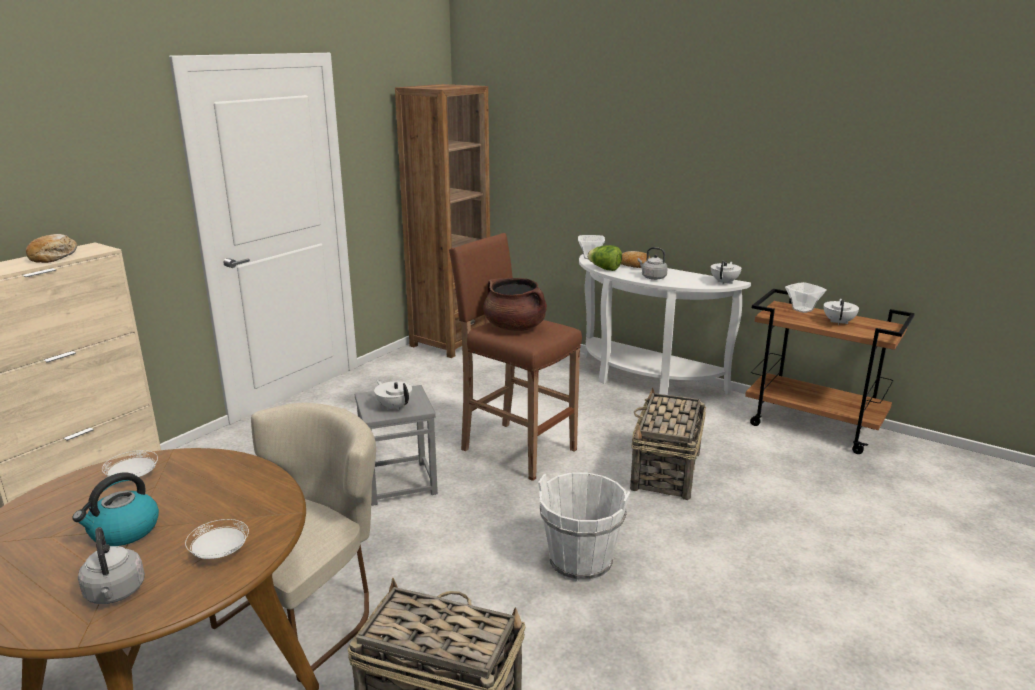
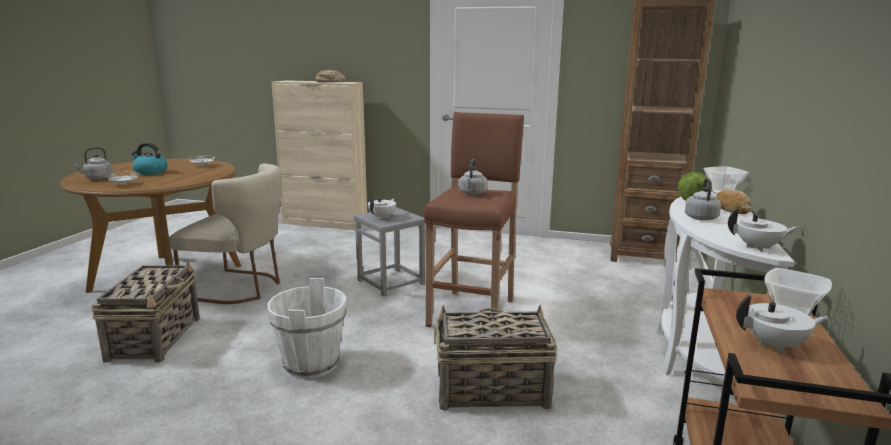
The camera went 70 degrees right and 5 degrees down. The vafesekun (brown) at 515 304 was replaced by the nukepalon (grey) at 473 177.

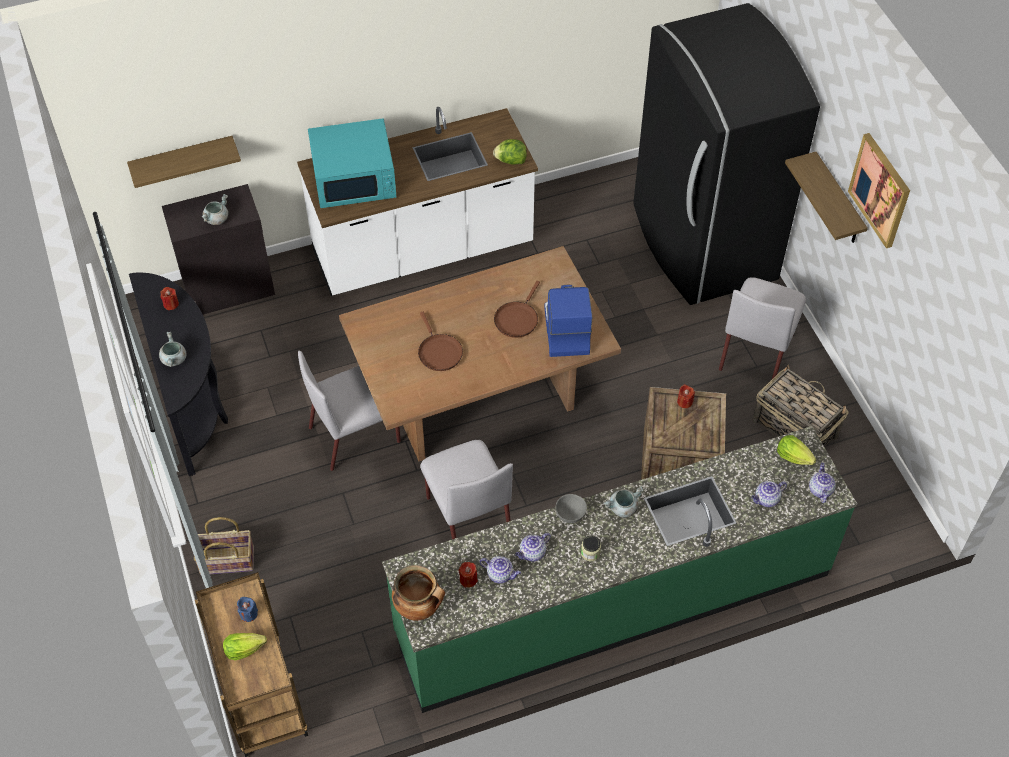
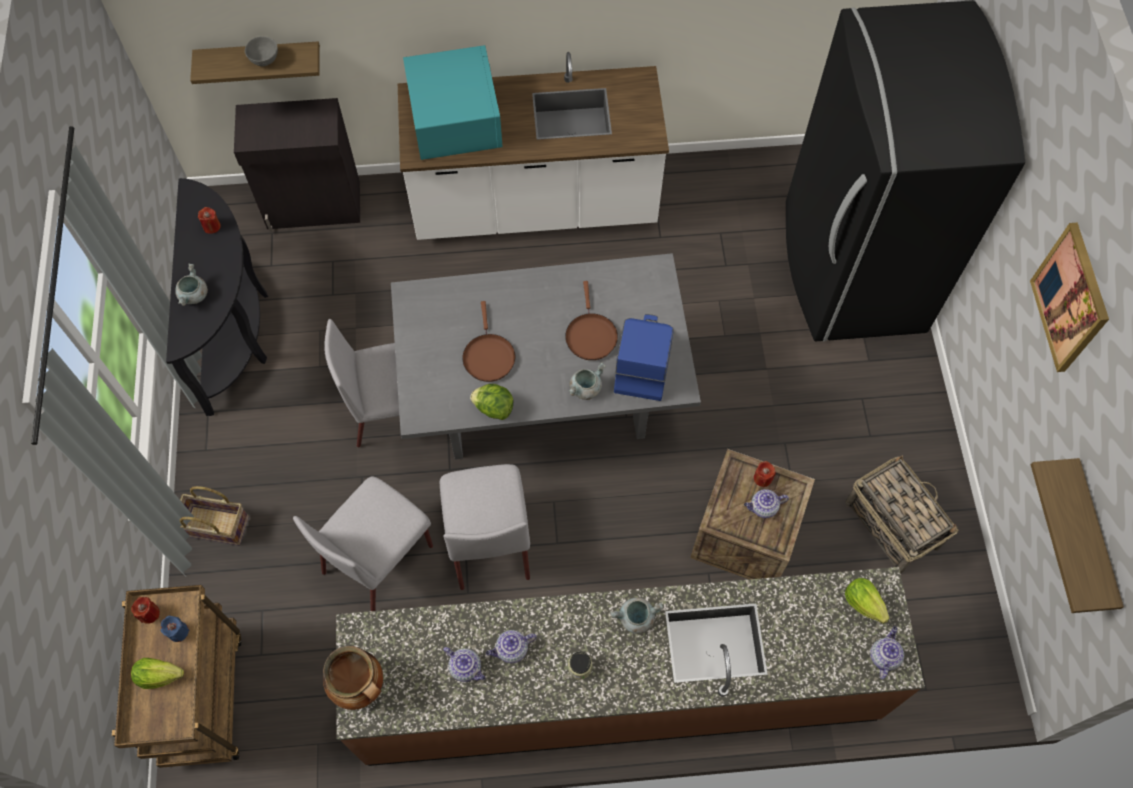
The camera went 15 degrees right and 10 degrees up. The vafesekun (grey) moved from 215 209 to 587 381. The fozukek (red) moved from 468 575 to 145 610. The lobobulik moved from 510 152 to 492 402. The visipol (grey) moved from 571 508 to 261 51. The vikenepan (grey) moved from 762 328 to 363 543. The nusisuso moved from 769 494 to 766 503. The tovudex moved from 826 197 to 1077 535. The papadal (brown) at 480 353 became the papadal (grey) at 546 356. The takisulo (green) at 619 569 became the takisulo (brown) at 630 666. The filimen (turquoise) at 352 163 turned 105 degrees counterclockwise. The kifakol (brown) at 517 309 turned 45 degrees counterclockwise.

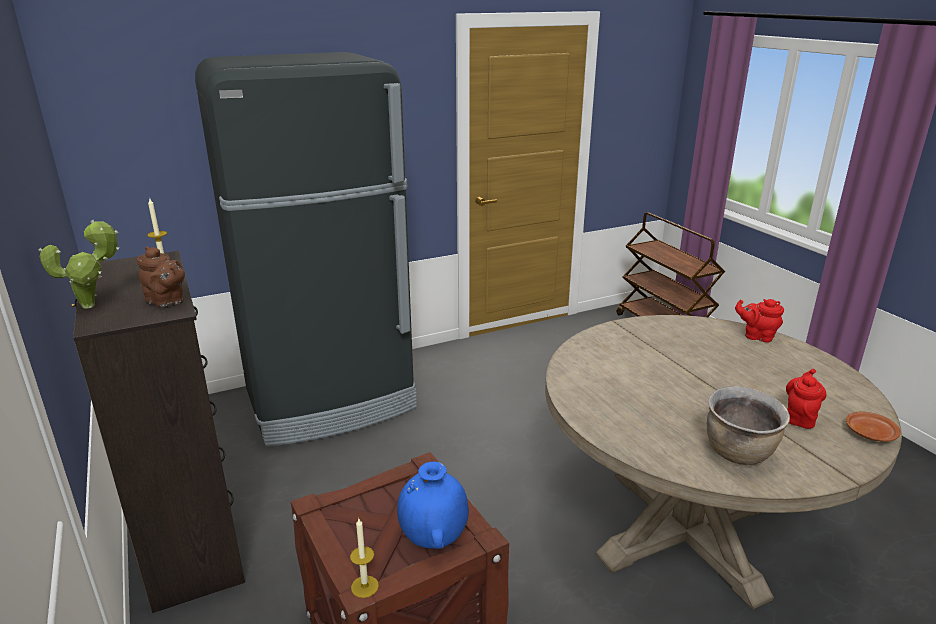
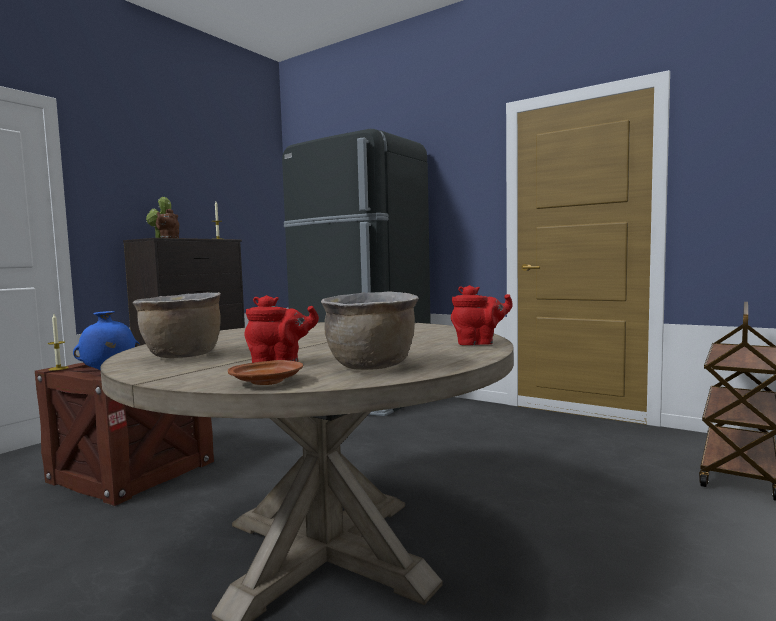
The camera went 60 degrees right and 20 degrees down. The vafesekun (brown) at 370 330 appeared. The nusisuso (red) at 759 321 turned 90 degrees clockwise.

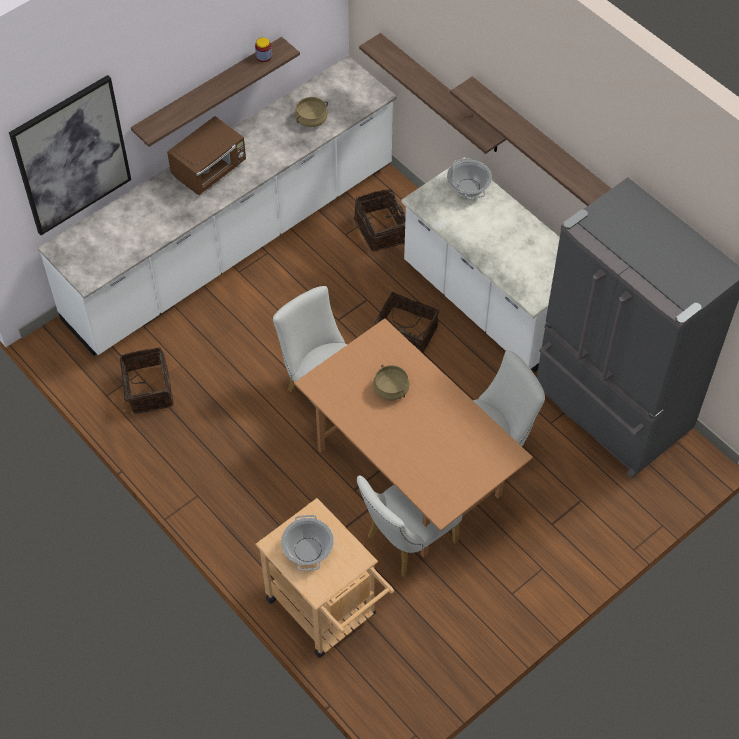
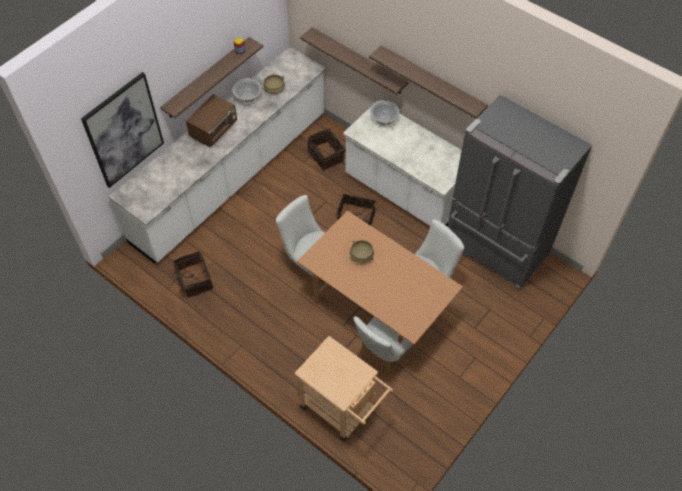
The camera went 10 degrees left and 0 degrees up. The vafesekun moved from 307 543 to 247 91.

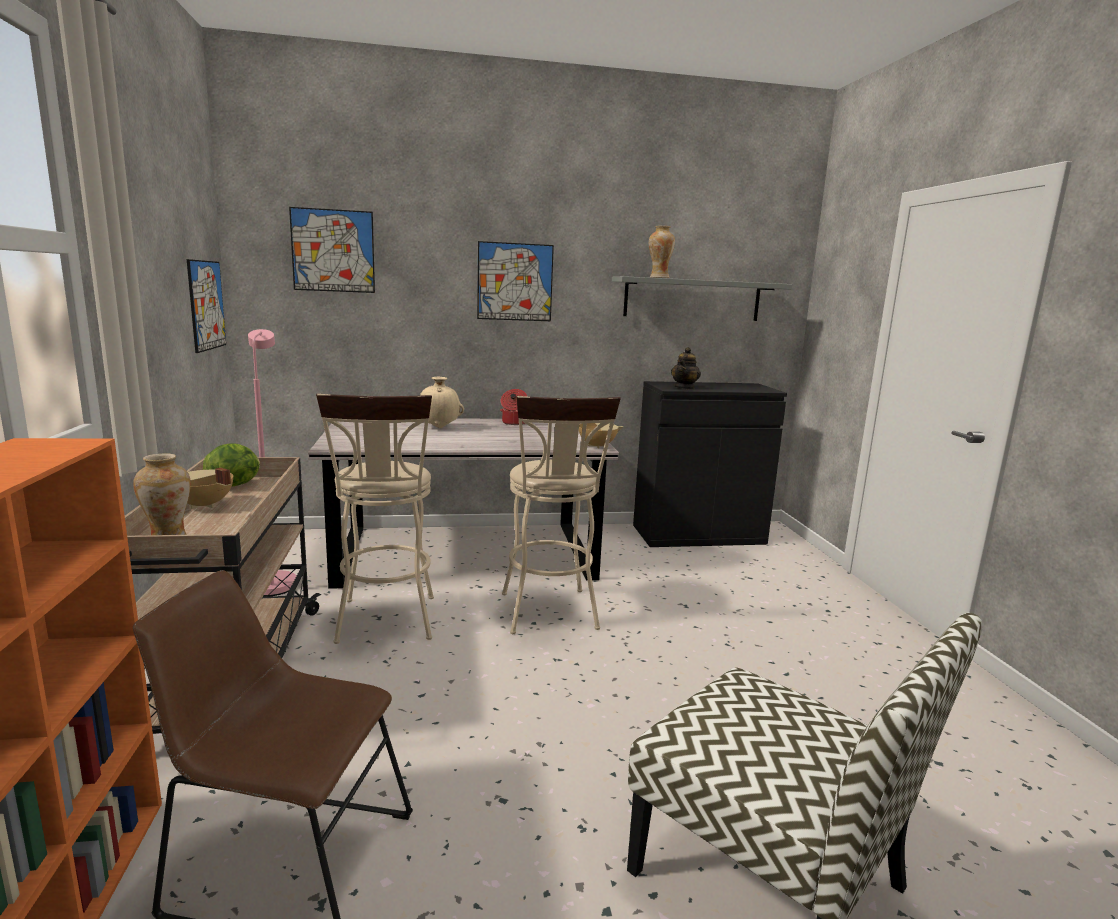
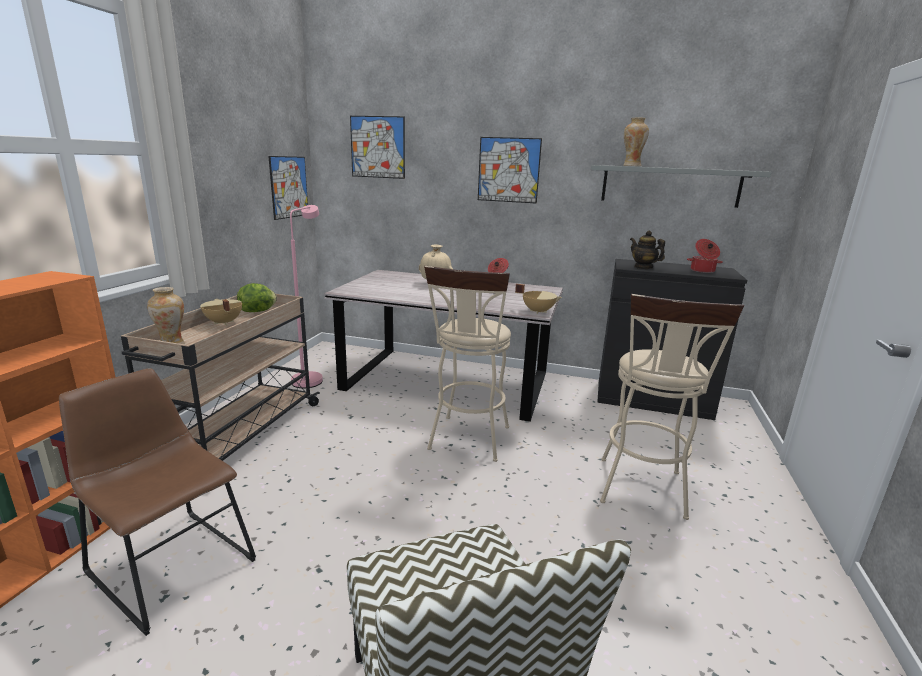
The camera went 25 degrees right and 5 degrees up. The vafesekun at 705 256 appeared. The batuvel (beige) moved from 375 518 to 672 407. The nusisuso at 686 368 turned 90 degrees clockwise.

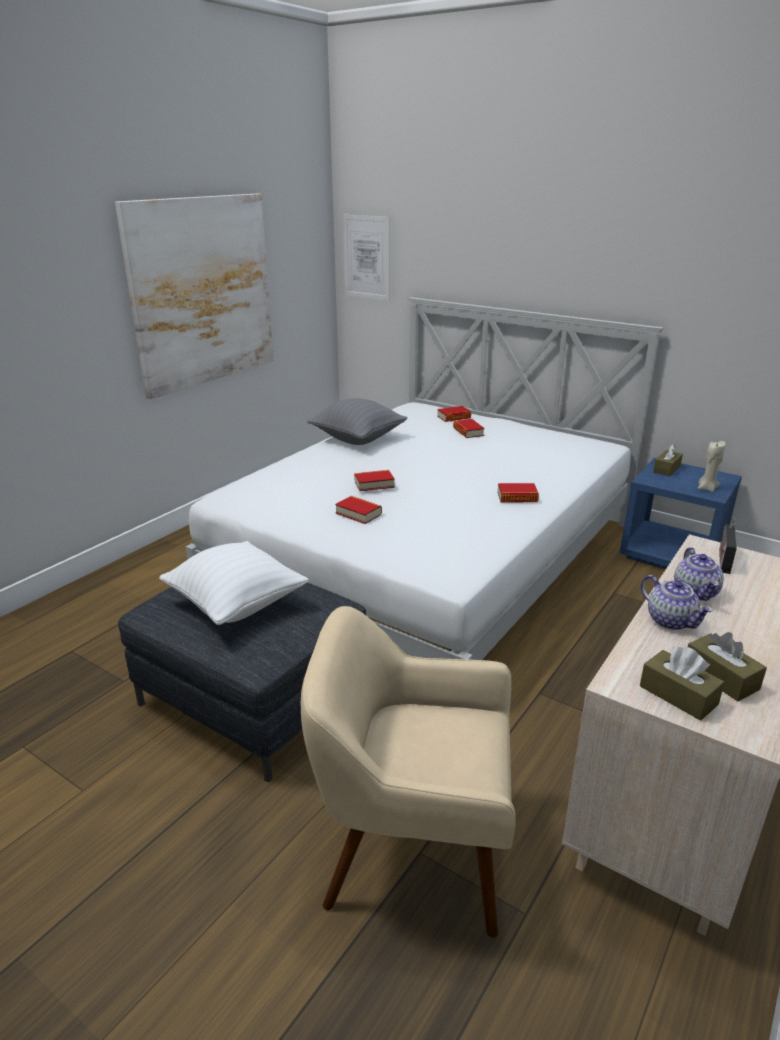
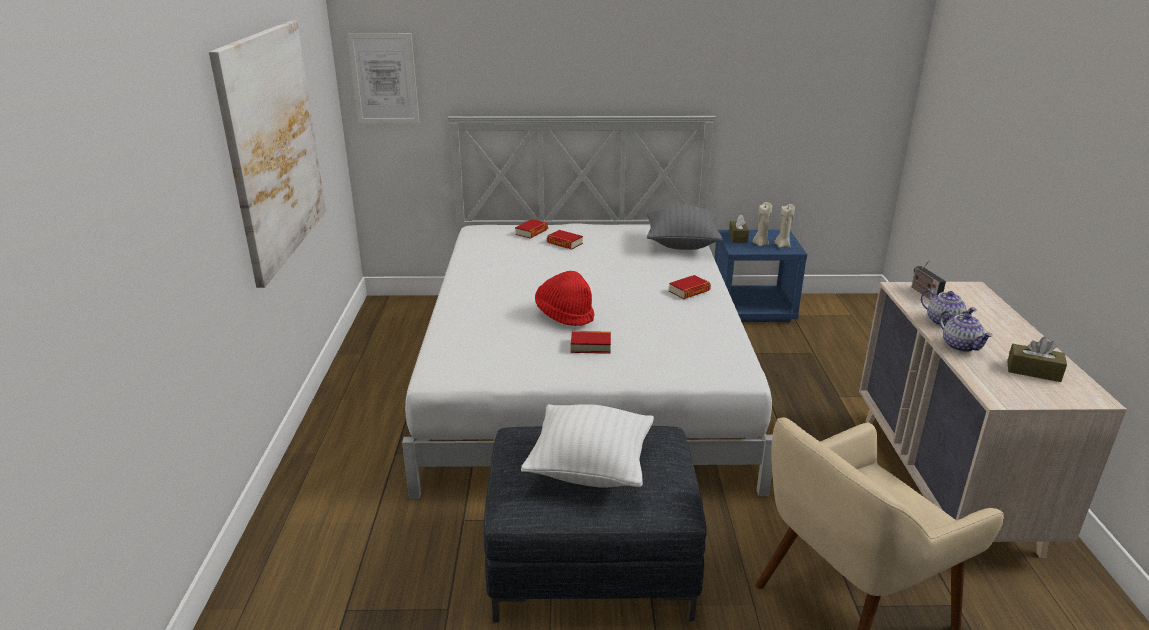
The camera went 35 degrees left and 0 degrees up. The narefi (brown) at 682 684 disappeared. The fozukek (beige) at 762 224 appeared. The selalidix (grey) moved from 357 421 to 685 227. The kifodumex at 374 480 was replaced by the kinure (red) at 564 298. The nusisuso at 677 602 turned 45 degrees clockwise.

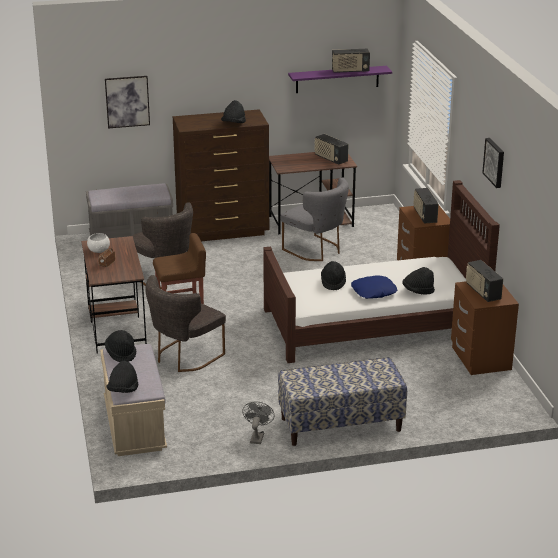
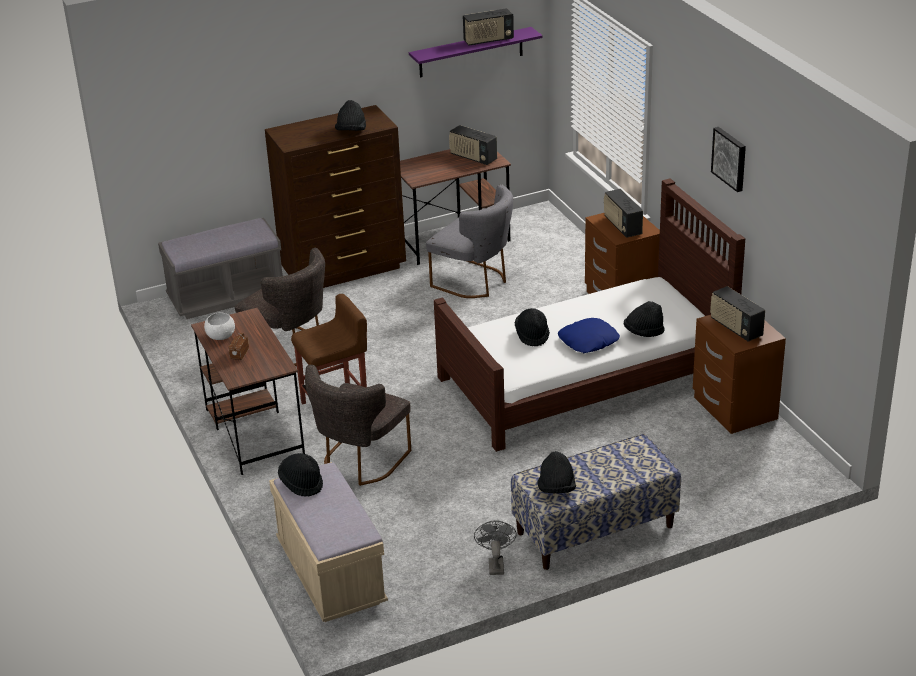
The camera went 10 degrees left and 5 degrees up. The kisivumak at 127 102 disappeared. The kinure (black) moved from 122 377 to 557 472.

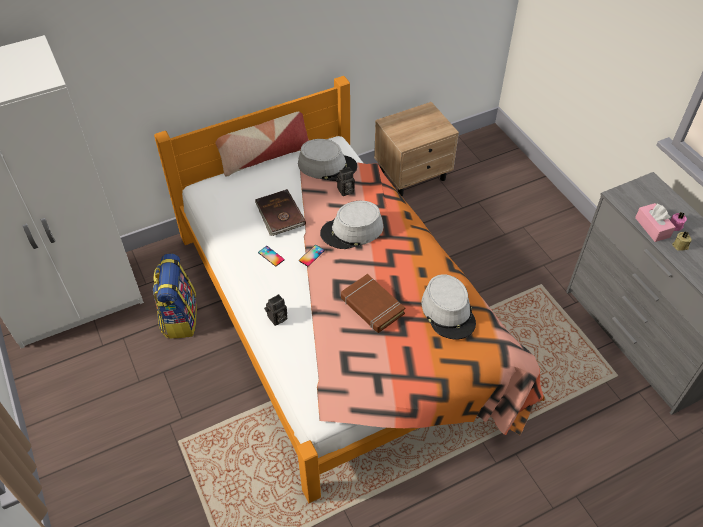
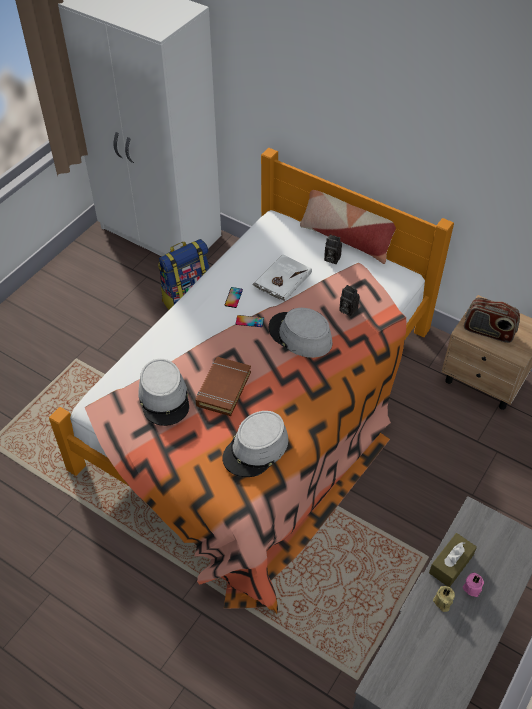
The camera went 60 degrees right and 0 degrees up. The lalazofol at 492 320 appeared. The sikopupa moved from 275 310 to 333 249. The kinure (grey) moved from 327 160 to 163 392. The kifodumex (brown) at 280 212 became the kifodumex (white) at 282 278. The narefi (pink) at 655 222 became the narefi (brown) at 453 560.

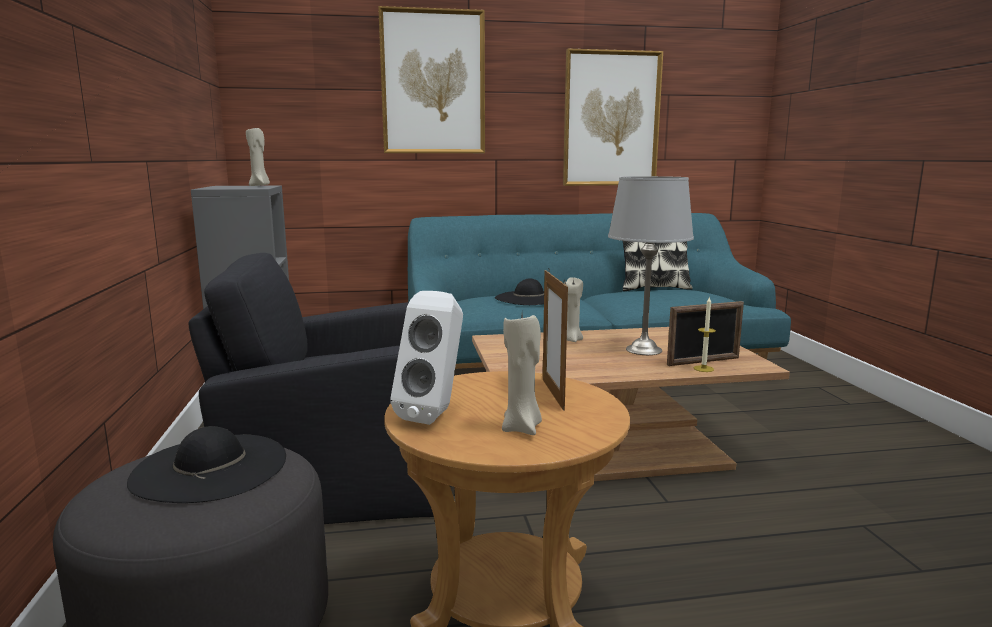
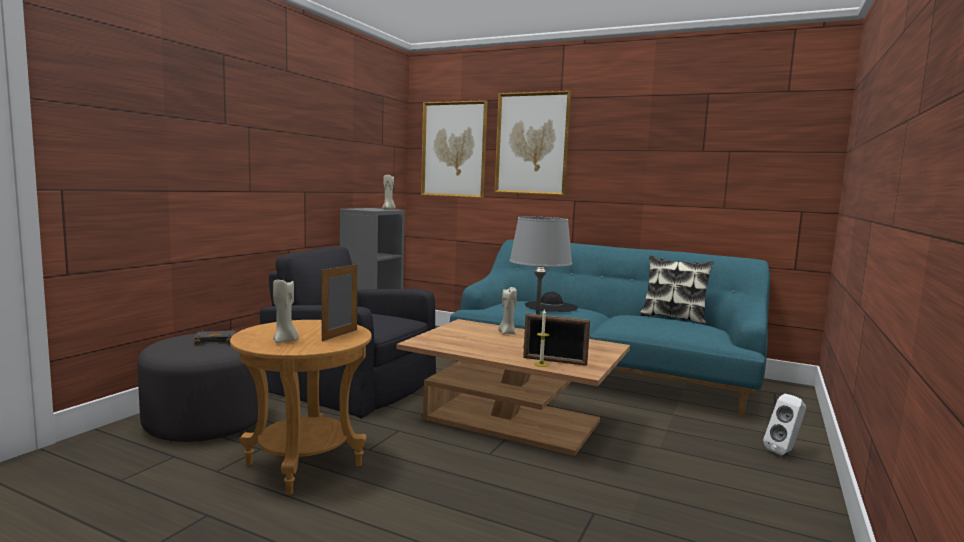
The camera went 35 degrees right and 5 degrees down. The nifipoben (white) moved from 426 358 to 784 424. The kisivumak moved from 613 117 to 454 149. The kinure (black) at 206 464 was replaced by the kifodumex (black) at 215 337.

